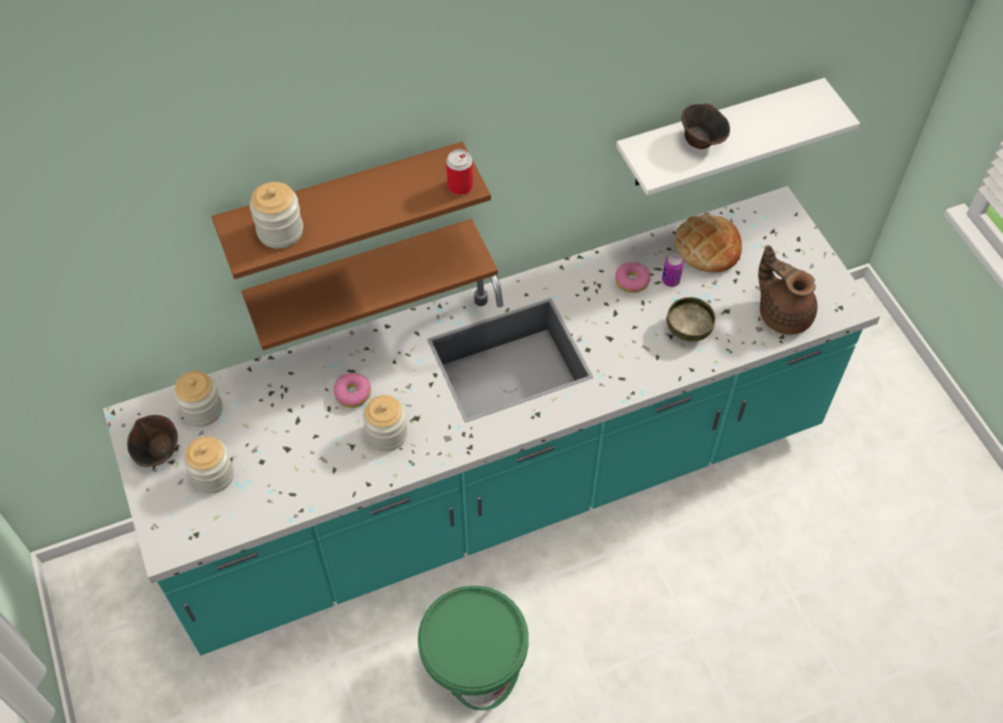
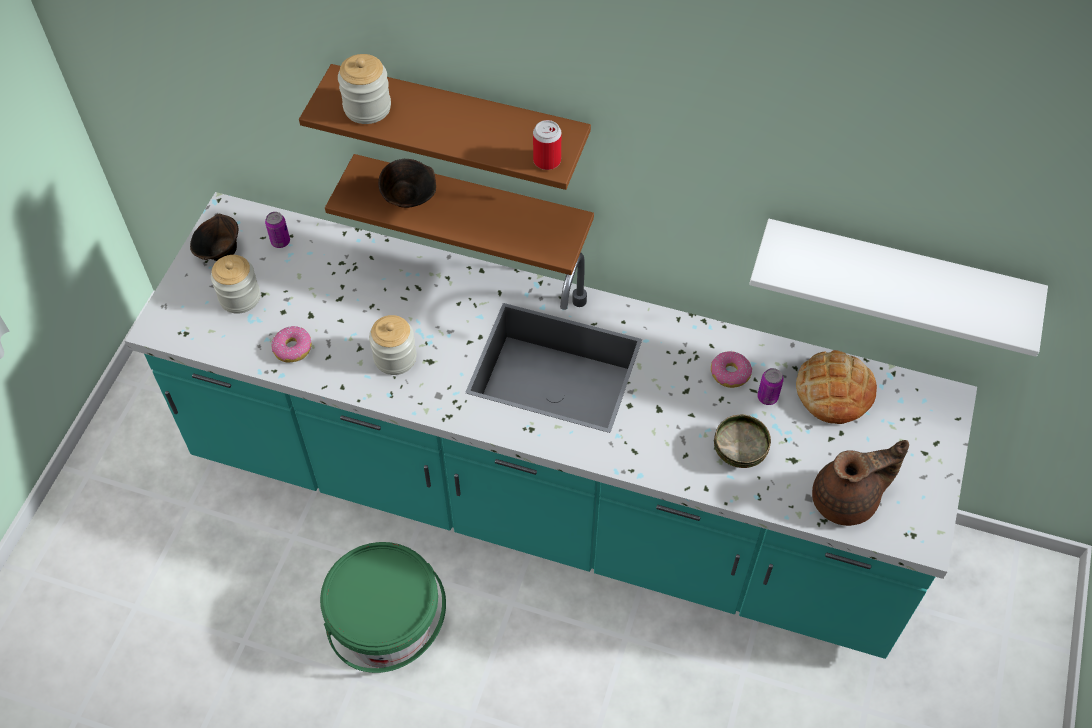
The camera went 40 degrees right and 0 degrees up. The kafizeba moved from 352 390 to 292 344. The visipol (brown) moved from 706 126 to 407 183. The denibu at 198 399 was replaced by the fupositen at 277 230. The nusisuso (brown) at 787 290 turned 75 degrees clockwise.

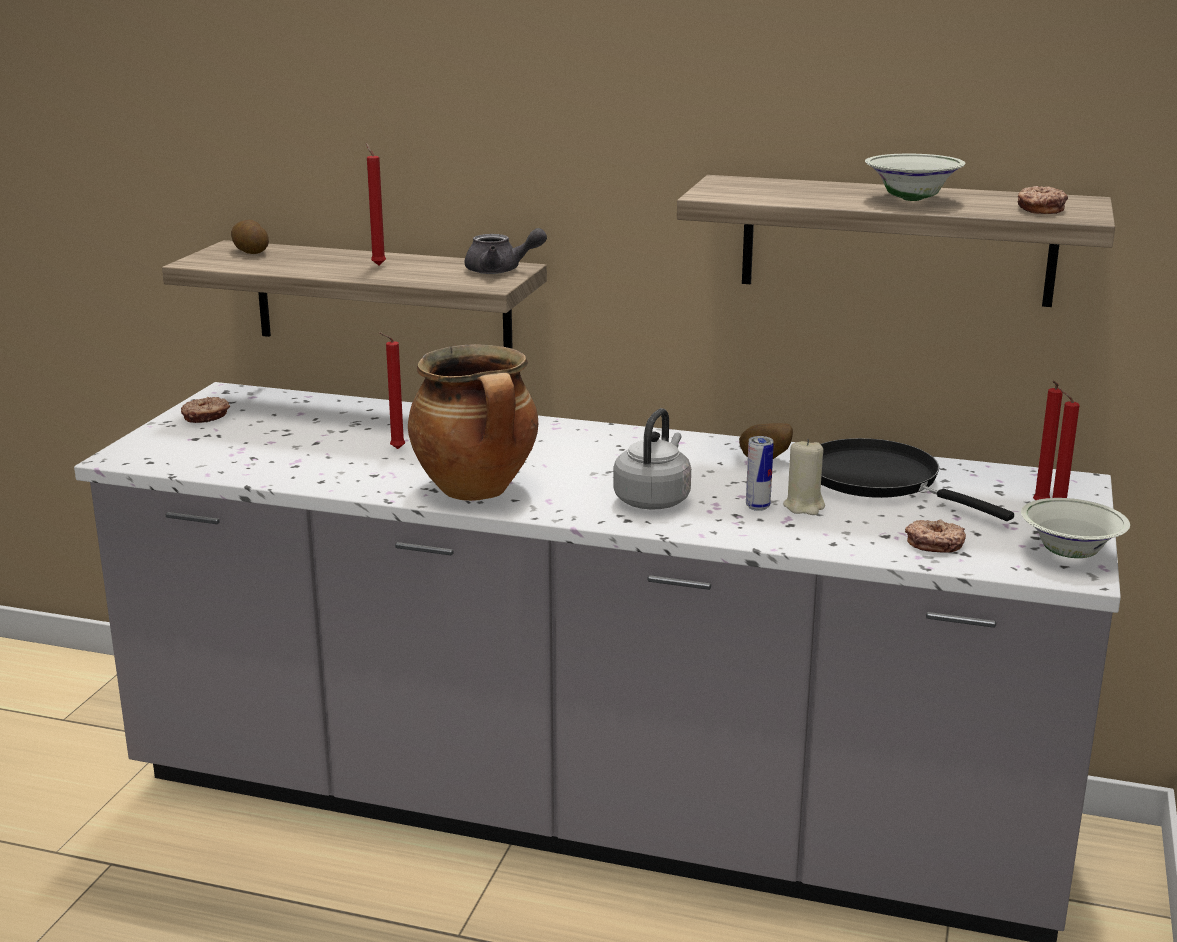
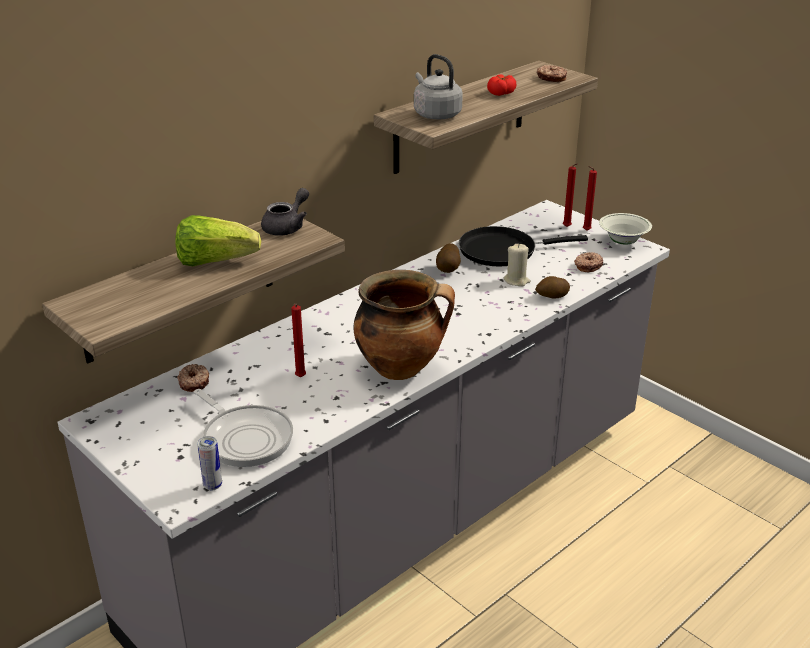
The camera went 60 degrees left and 10 degrees up. The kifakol at 243 428 appeared. The kafizeba moved from 205 410 to 193 378. The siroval moved from 250 237 to 552 287. The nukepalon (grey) moved from 652 459 to 438 86. The fupositen moved from 760 473 to 209 463. The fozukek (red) at 376 204 was replaced by the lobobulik at 218 240. The visipol (white) at 915 177 was replaced by the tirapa at 502 85.

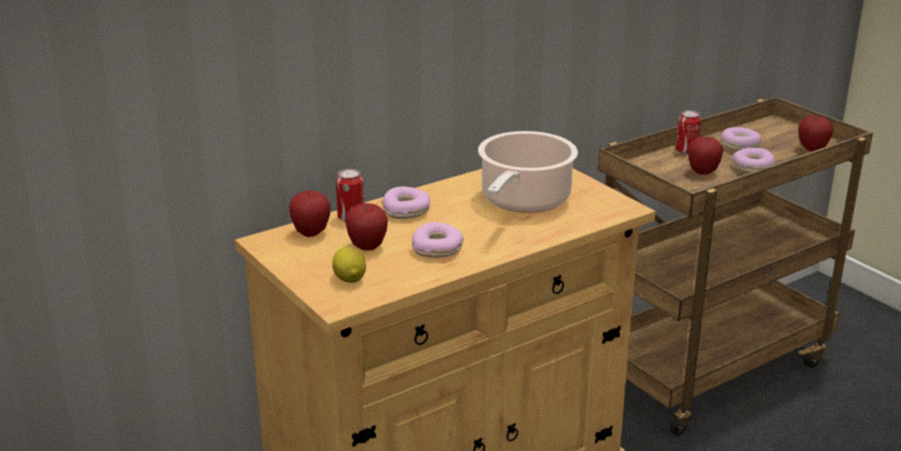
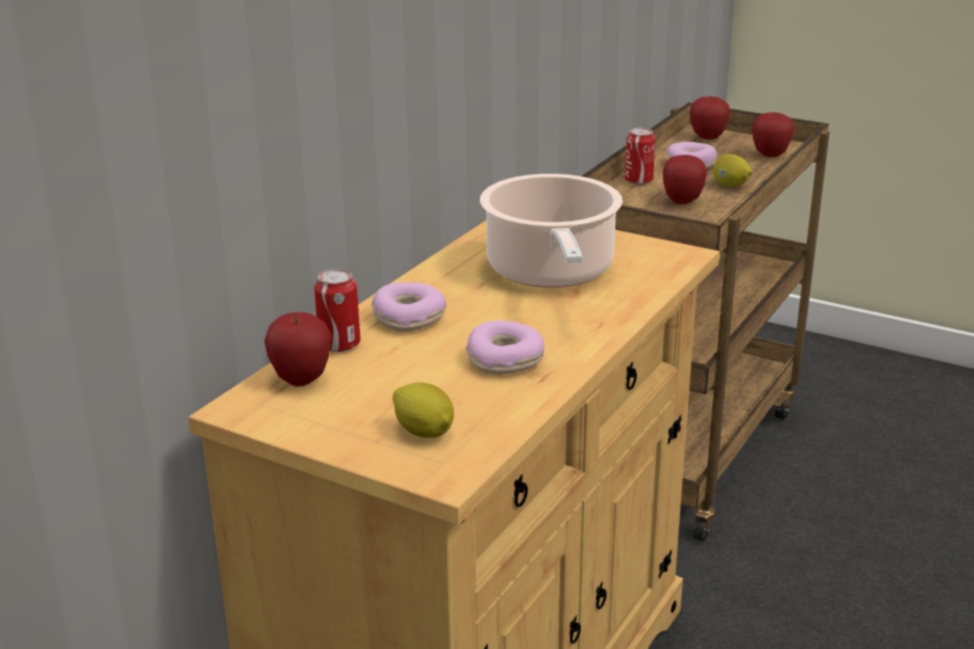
The camera went 25 degrees left and 0 degrees up. The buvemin moved from 366 227 to 710 118. The kafizeba at 753 160 was replaced by the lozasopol at 732 170.

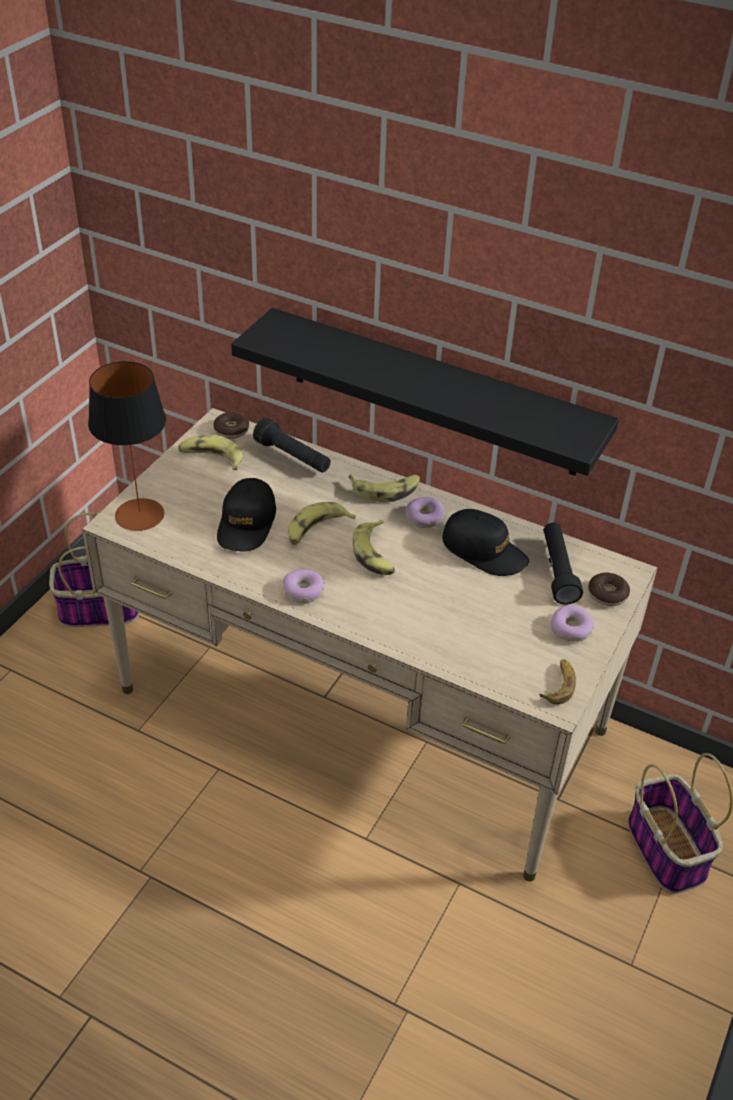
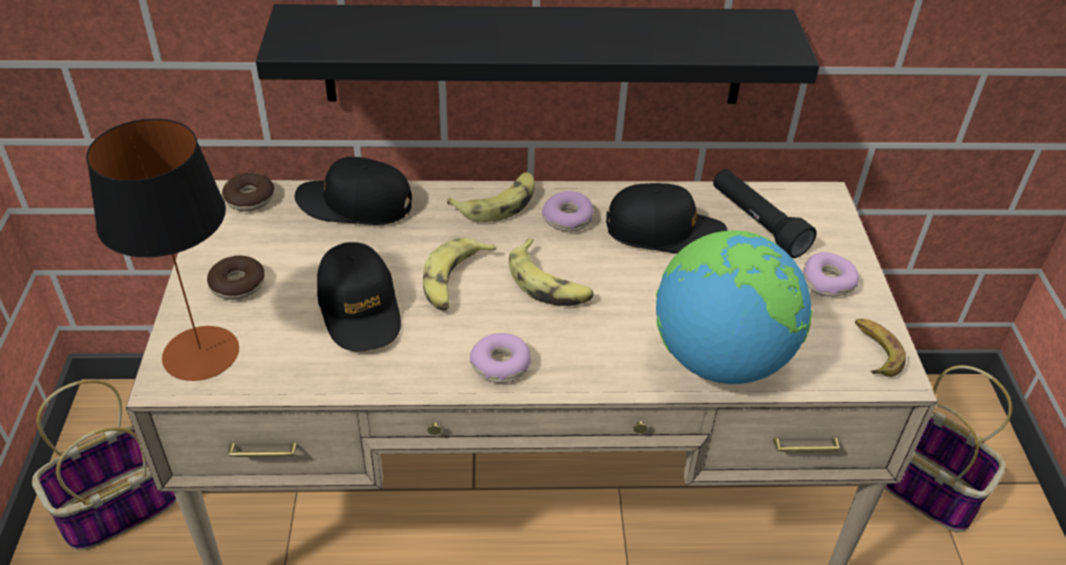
The camera went 30 degrees left and 0 degrees up. The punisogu at 210 452 disappeared. The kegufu at 734 307 appeared. The kafizeba moved from 609 589 to 236 278. The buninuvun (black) at 292 445 was replaced by the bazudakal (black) at 353 191.

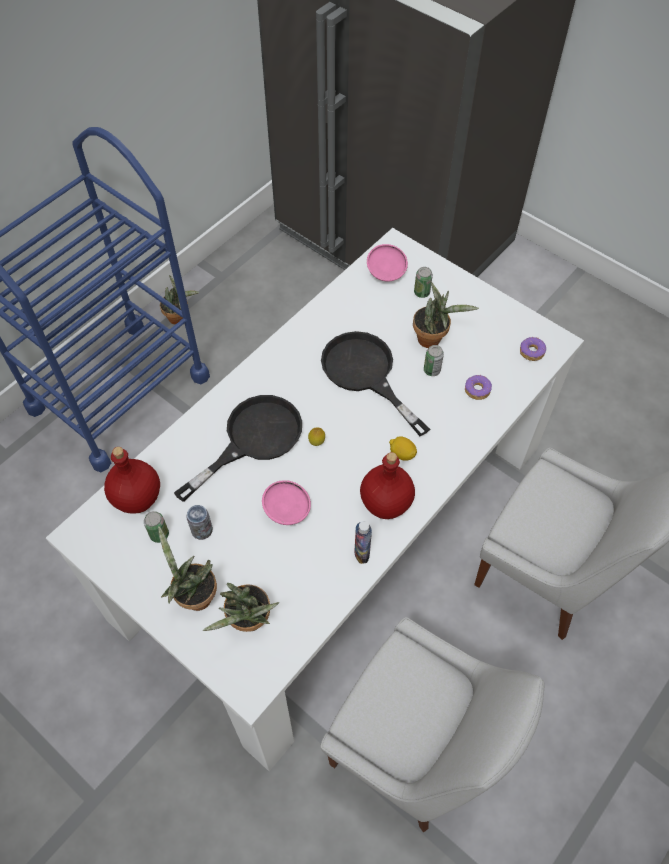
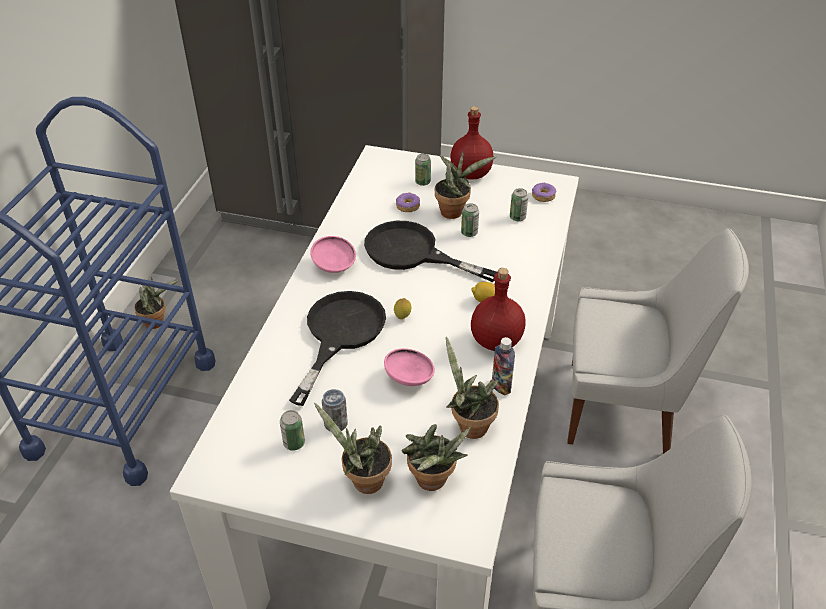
The camera went 25 degrees left and 15 degrees down. The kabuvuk at 472 387 appeared. The fupositen at 519 204 appeared. The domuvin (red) moved from 132 480 to 471 143. The visipol (pink) moved from 387 262 to 333 254. The kafizeba moved from 478 387 to 408 202.

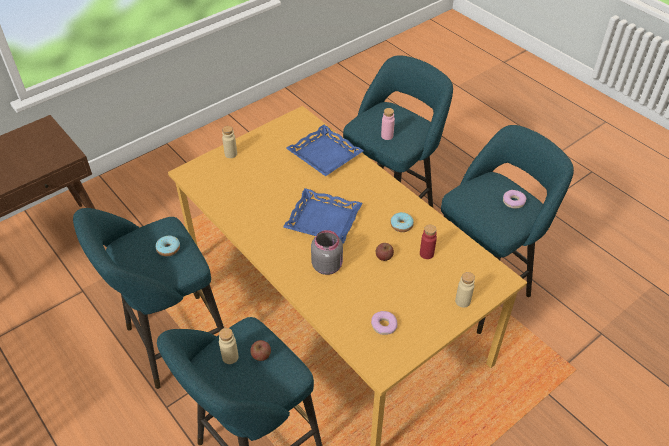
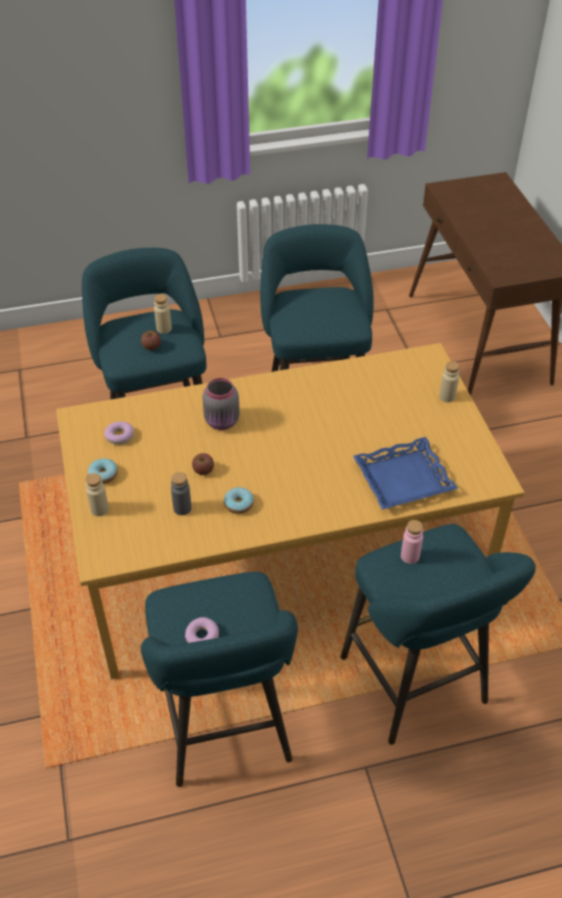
The camera went 115 degrees right and 0 degrees up. The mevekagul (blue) at 322 216 disappeared. The kafizeba moved from 167 246 to 103 471. The domuvin (red) at 428 242 became the domuvin (grey) at 181 493.

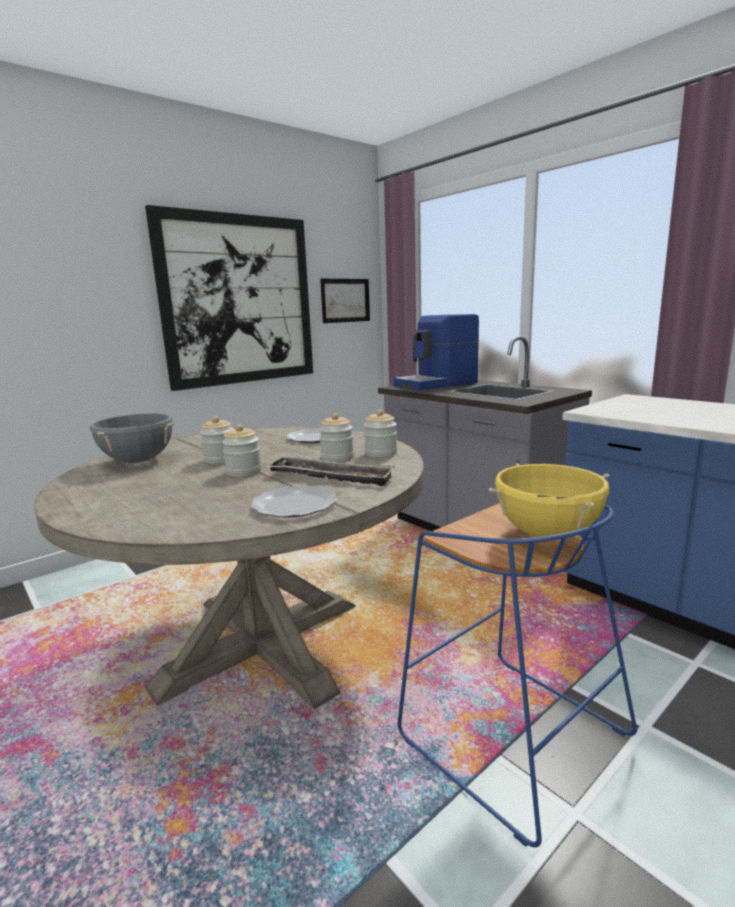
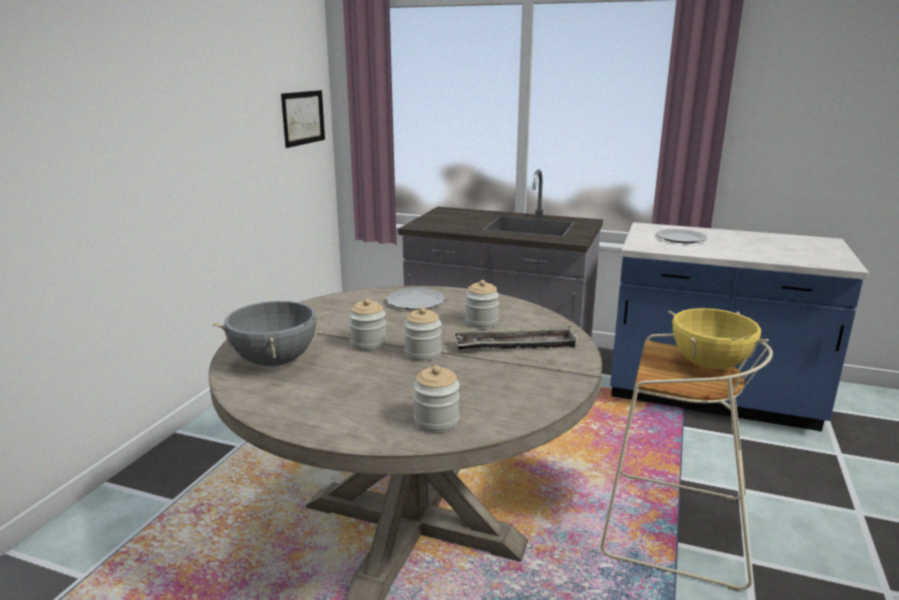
The camera went 30 degrees left and 5 degrees up. The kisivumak at 229 298 disappeared. The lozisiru at 436 352 disappeared. The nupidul moved from 294 502 to 681 236. The denibu moved from 380 433 to 436 399. The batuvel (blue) at 517 675 became the batuvel (beige) at 687 462.

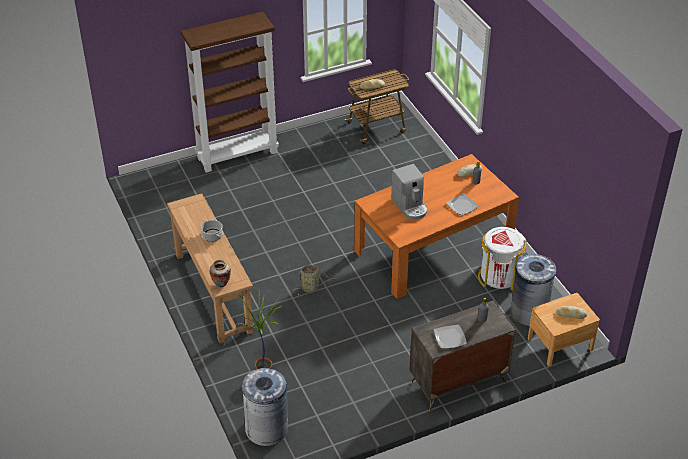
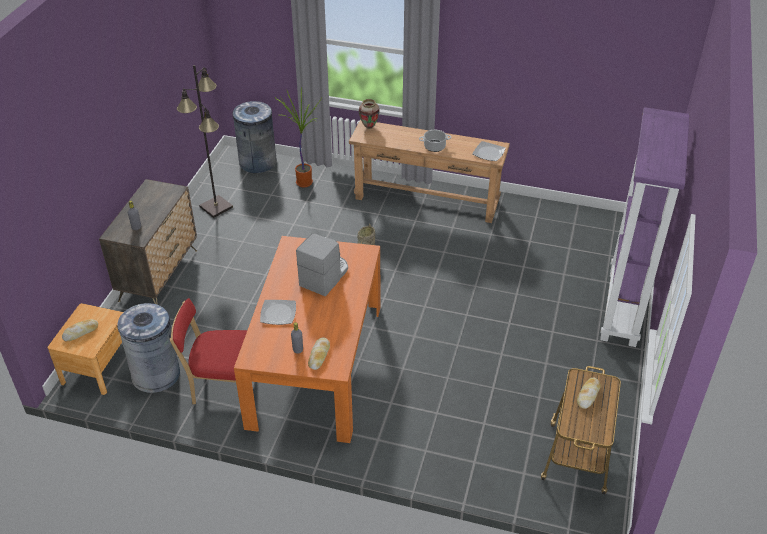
The camera went 130 degrees right and 0 degrees up. The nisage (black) at 205 141 appeared. The nupidul moved from 450 336 to 489 151. The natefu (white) at 502 259 was replaced by the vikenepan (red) at 208 351. The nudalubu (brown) at 230 92 became the nudalubu (purple) at 645 227. The lozisiru at 409 192 turned 105 degrees clockwise.

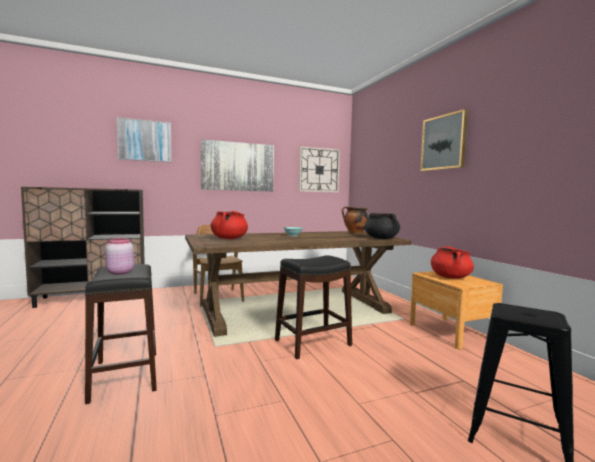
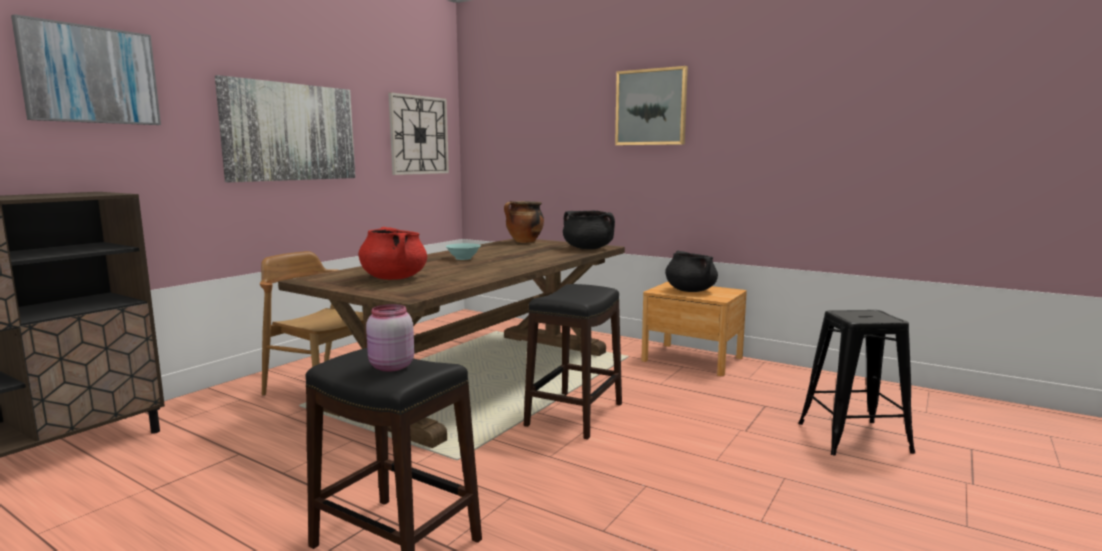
The camera went 35 degrees left and 5 degrees up. The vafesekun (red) at 452 262 became the vafesekun (black) at 691 271.

